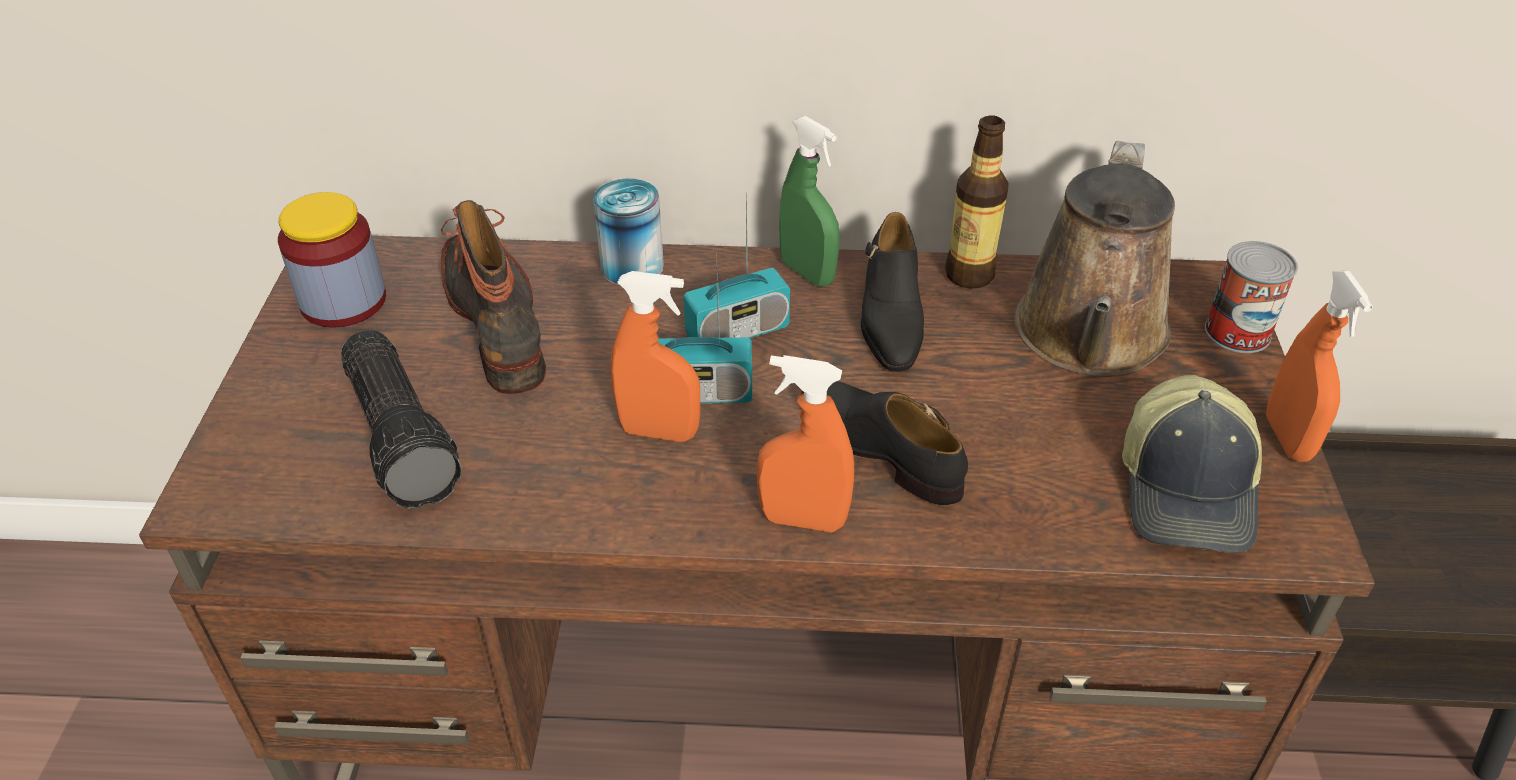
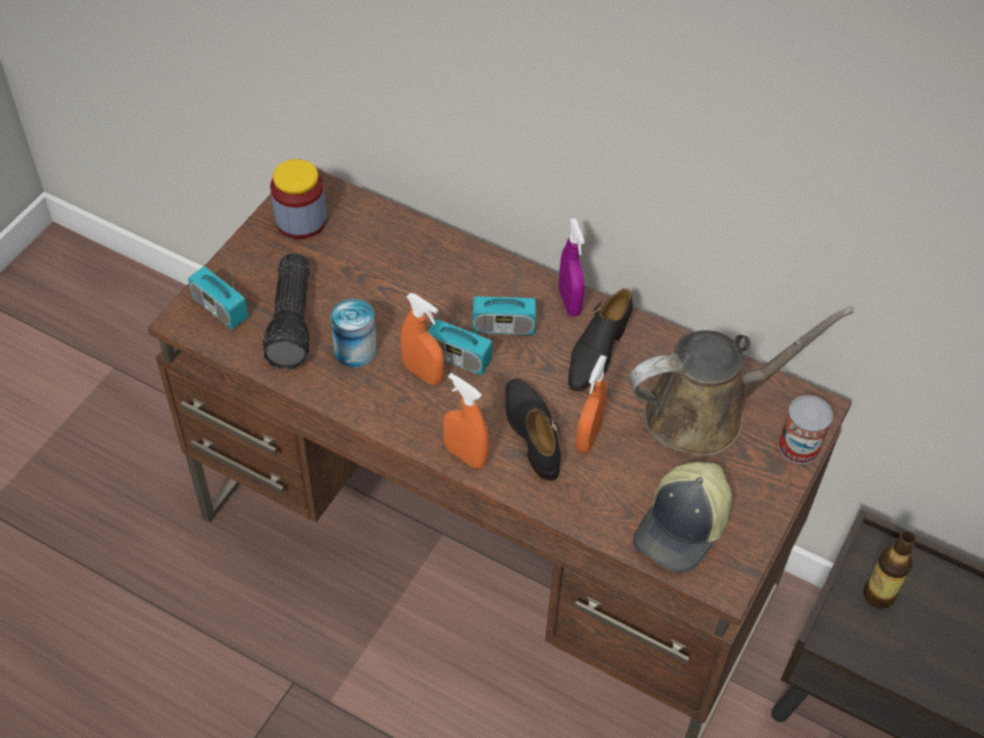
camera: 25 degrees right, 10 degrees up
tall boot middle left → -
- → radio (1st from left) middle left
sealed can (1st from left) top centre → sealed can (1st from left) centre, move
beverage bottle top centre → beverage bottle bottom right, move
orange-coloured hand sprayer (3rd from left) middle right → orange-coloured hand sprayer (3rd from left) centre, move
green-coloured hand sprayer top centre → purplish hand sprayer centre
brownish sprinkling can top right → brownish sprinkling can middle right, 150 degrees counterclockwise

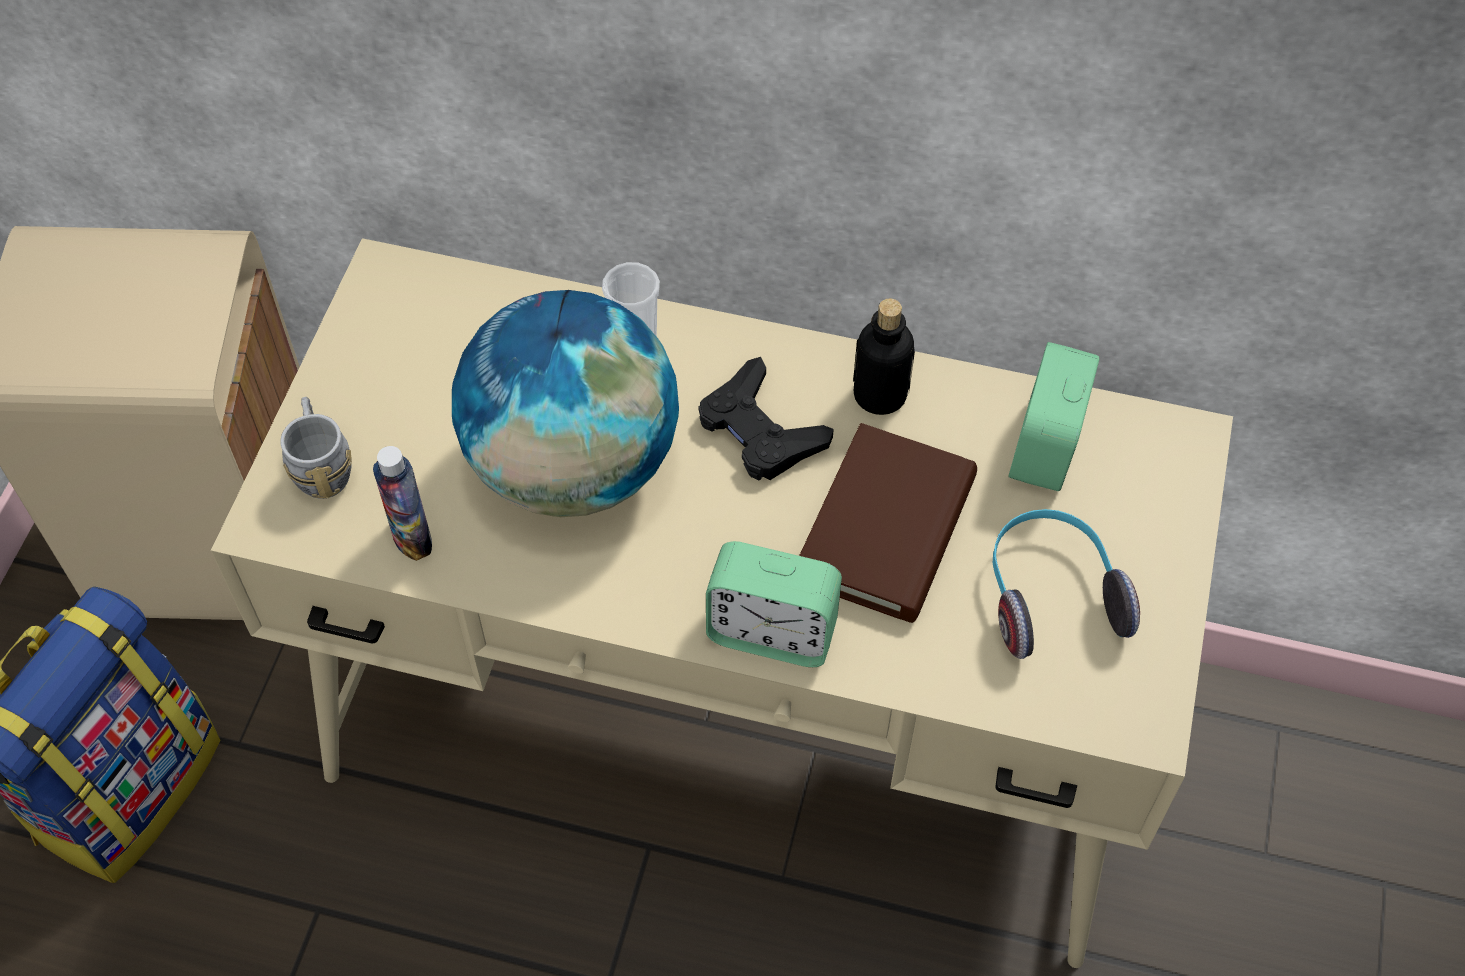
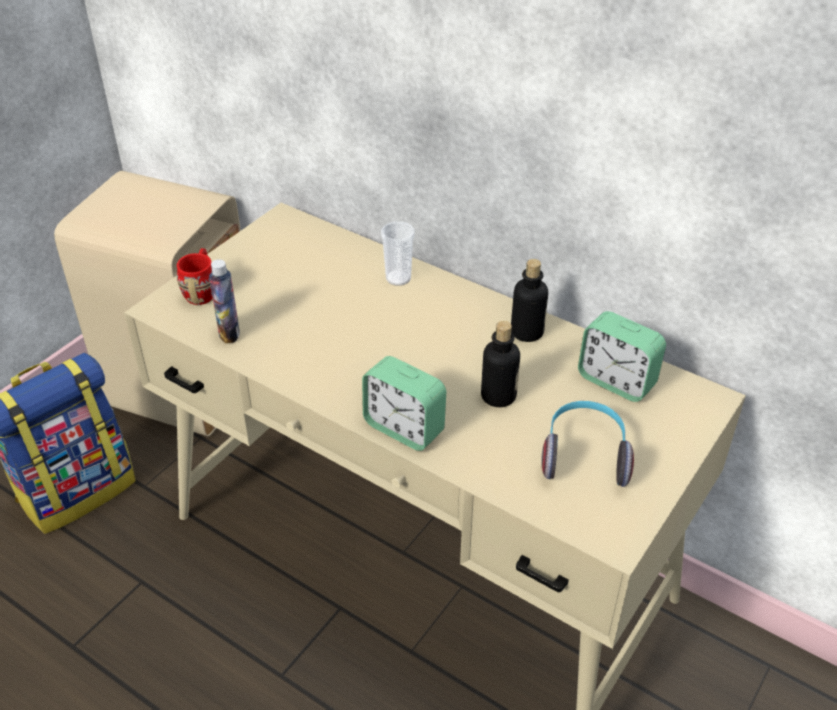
camera: 20 degrees right, 15 degrees down
world globe centre → -
black joypad centre → -
brownish volume centre → beverage bottle (2nd from left) centre
gray coffee mug middle left → red-coloured coffee mug middle left
alarm clock (2nd from left) middle right, 90 degrees counterclockwise

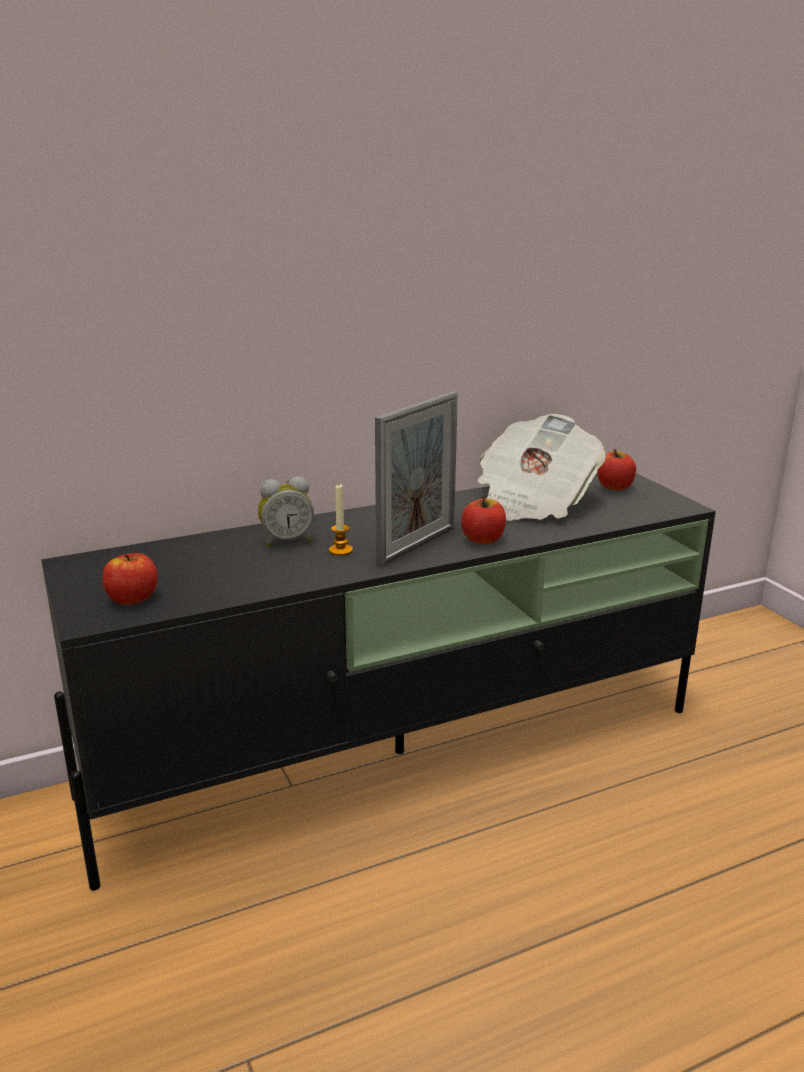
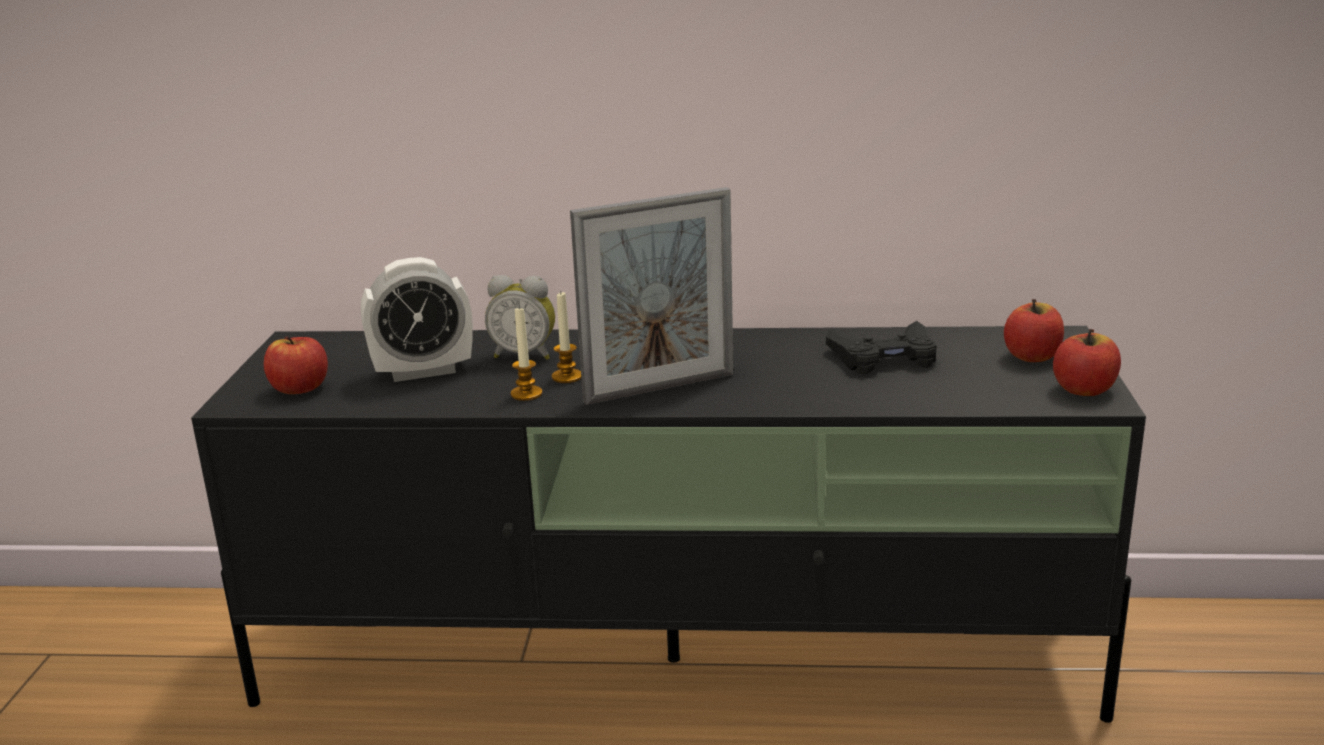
camera: 30 degrees right, 0 degrees up
- → alarm clock (1st from left) middle left
- → wax candle (1st from left) centre
whole apple (2nd from left in the first image) centre → whole apple (3rd from left) middle right, move
printed paper middle right → black joypad centre

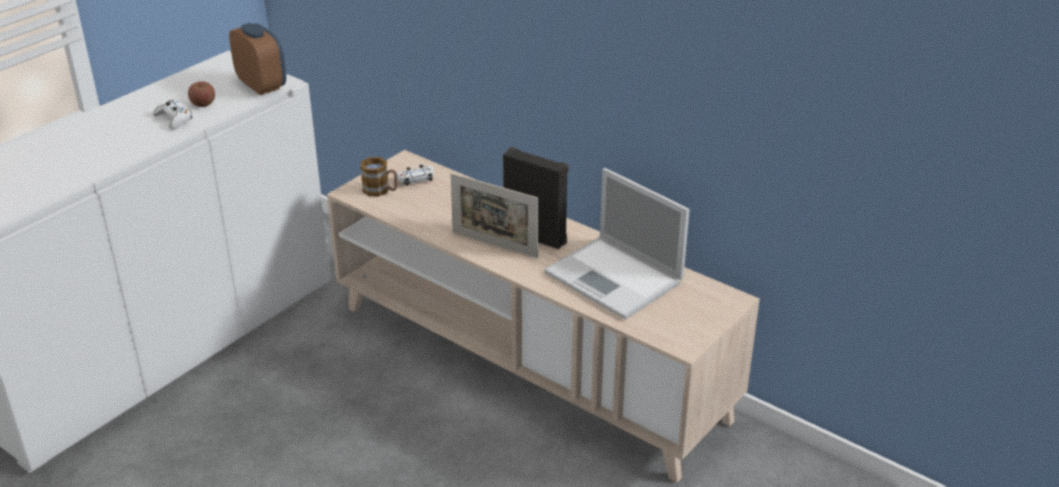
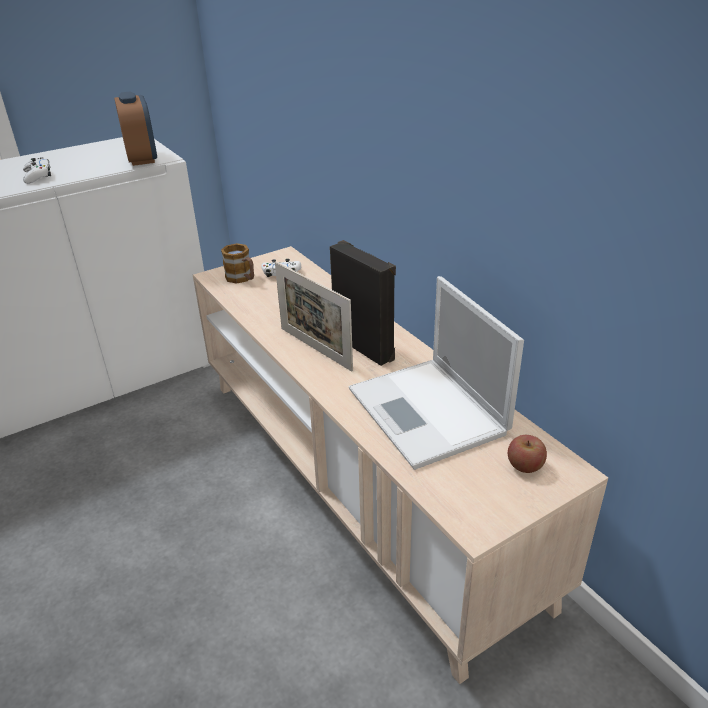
camera: 20 degrees right, 0 degrees up
whole apple top left → whole apple middle right, move

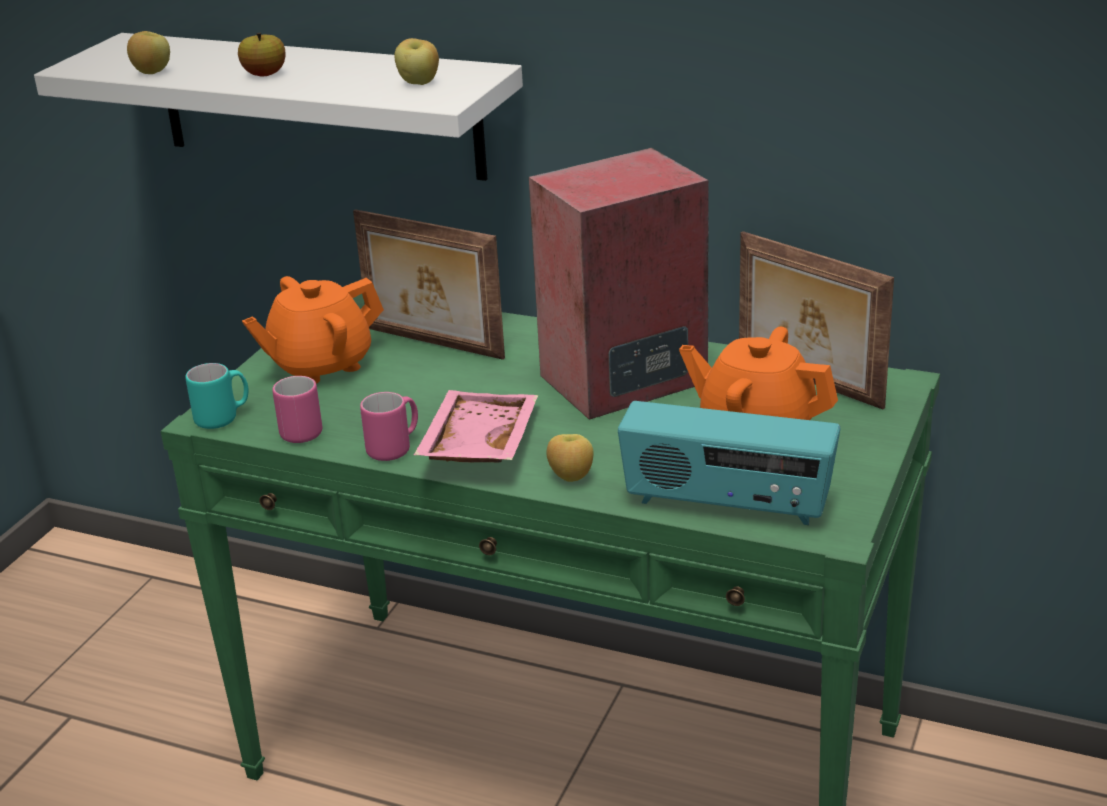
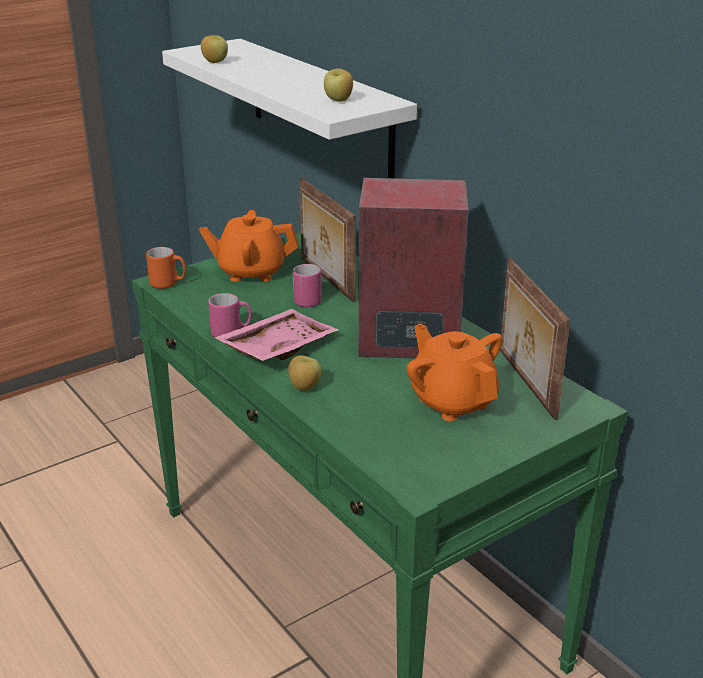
camera: 30 degrees right, 0 degrees up
whole apple (2nd from left) top left → -
radio centre → -
pinkish coffee mug (1st from left in the first image) middle left → pinkish coffee mug (2nd from left) centre, move
turquoise coffee mug middle left → orange-coloured coffee mug middle left

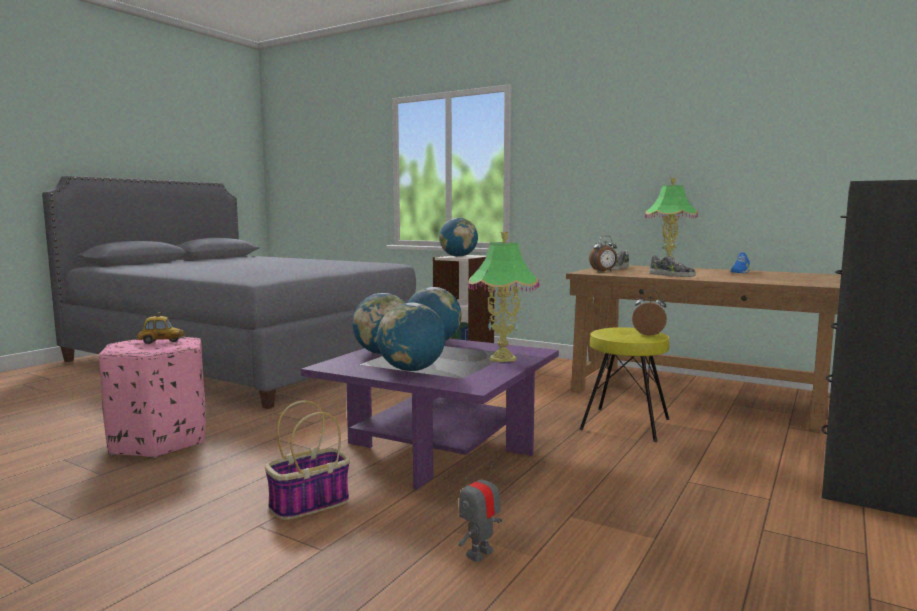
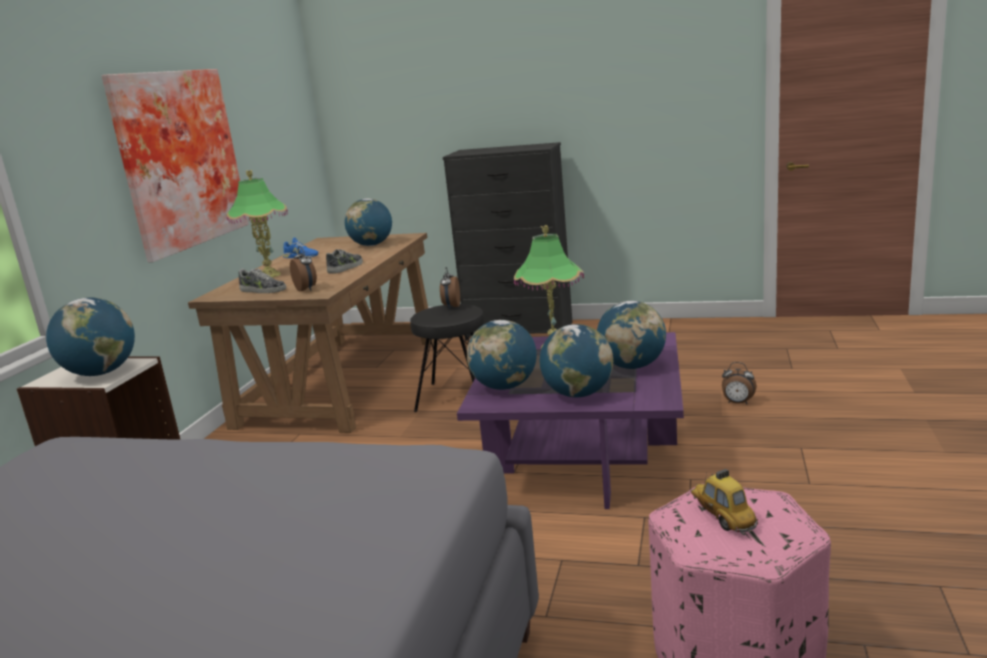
camera: 105 degrees left, 10 degrees up
storage basket bottom centre → -
- → wall picture top left
- → world globe (2nd from left) centre
robot figure bottom centre → alarm clock (3rd from left) middle right
yellowish stool seat middle right → black stool seat centre

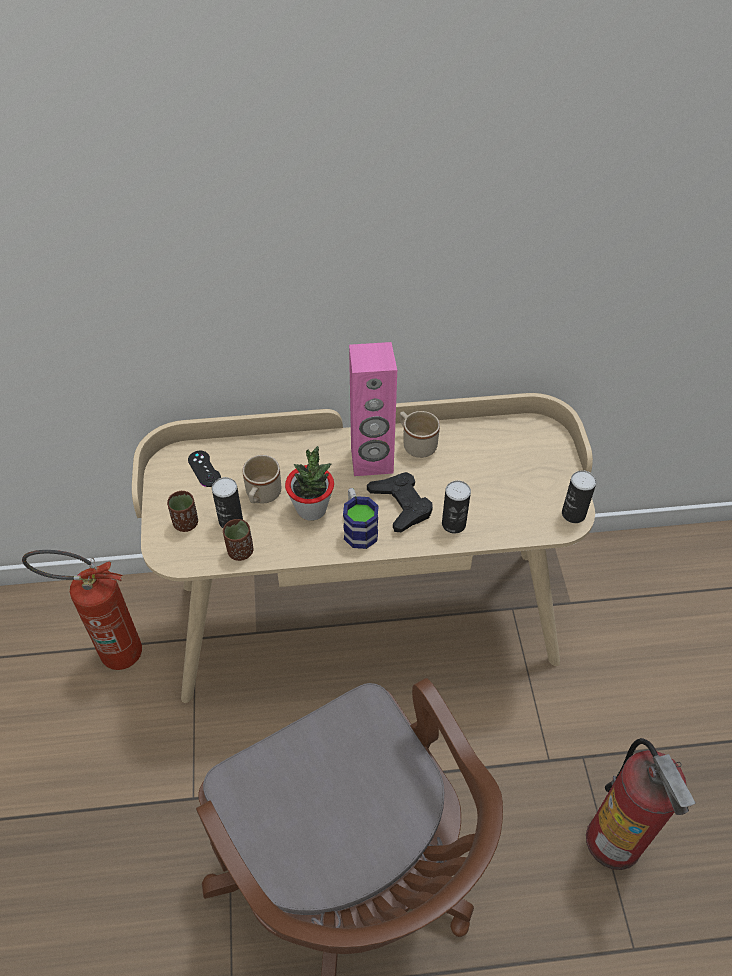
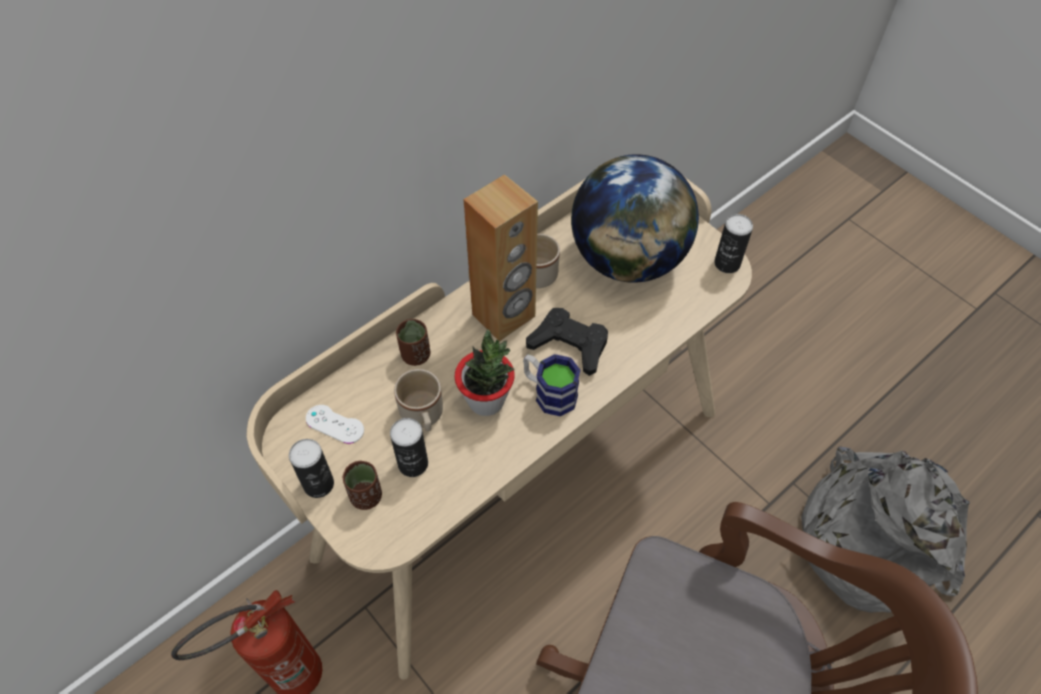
camera: 35 degrees left, 5 degrees up
- → world globe top centre
brownish cup (2nd from left) middle left → brownish cup (2nd from left) centre, move
sealed can (2nd from left in the first image) centre → sealed can (1st from left) bottom left, move
fire-fighting cylinder (2nd from left) bottom right → gray rucksack bottom right
black joypad (1st from left) middle left → white joypad middle left
pinkish speaker centre → brownish speaker centre

